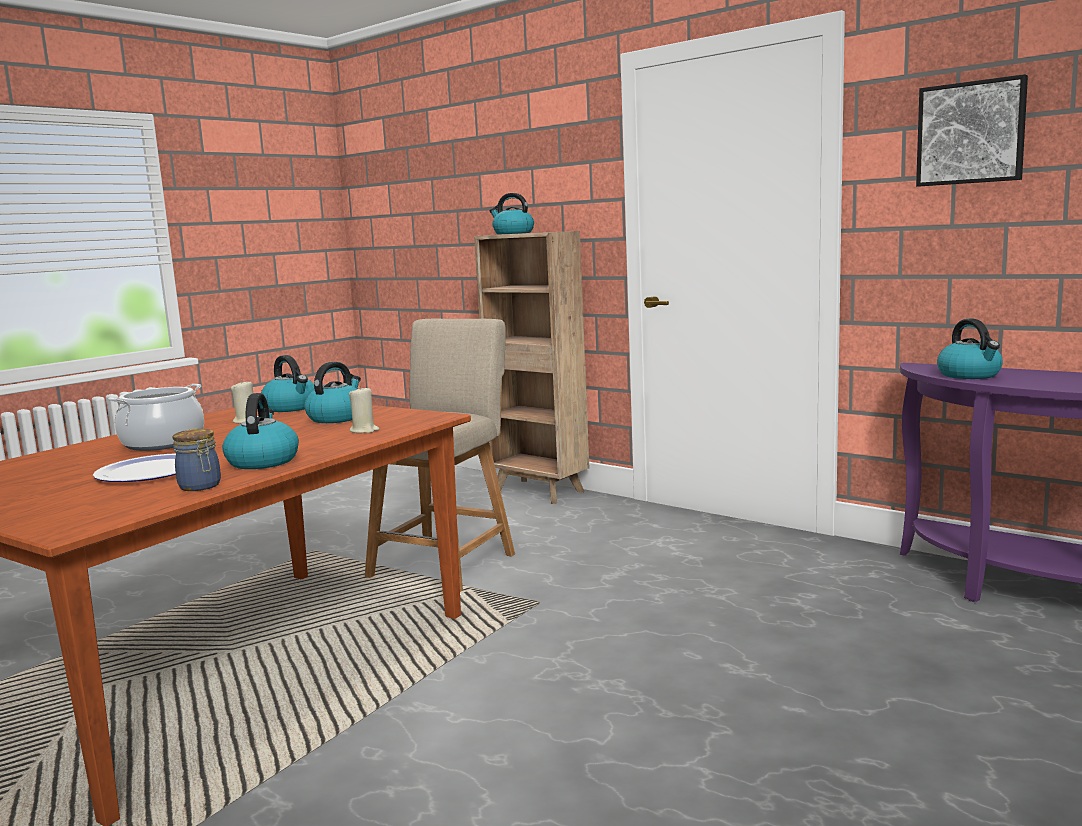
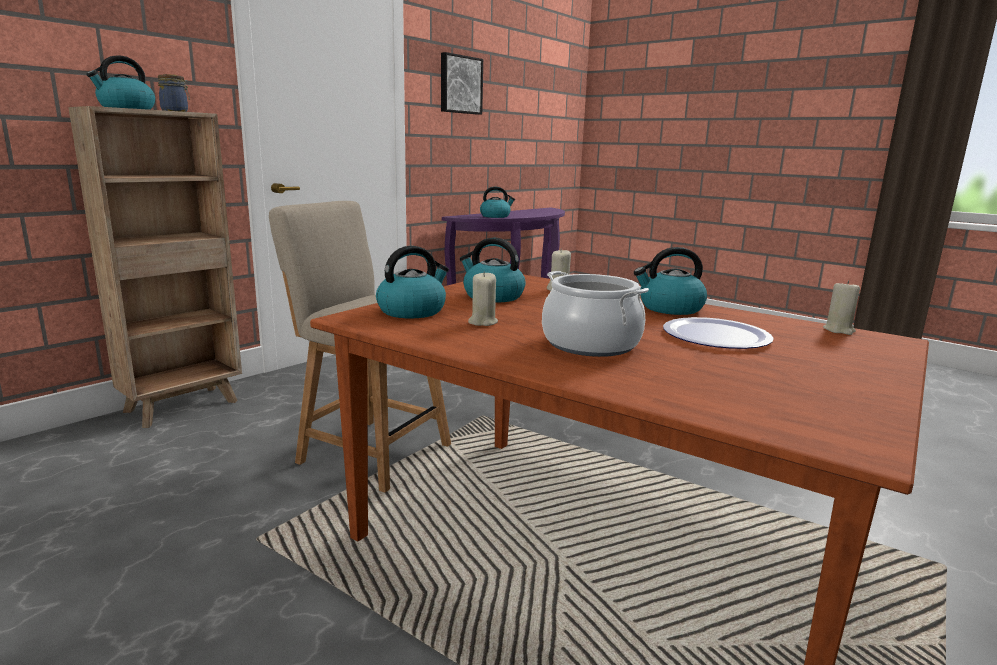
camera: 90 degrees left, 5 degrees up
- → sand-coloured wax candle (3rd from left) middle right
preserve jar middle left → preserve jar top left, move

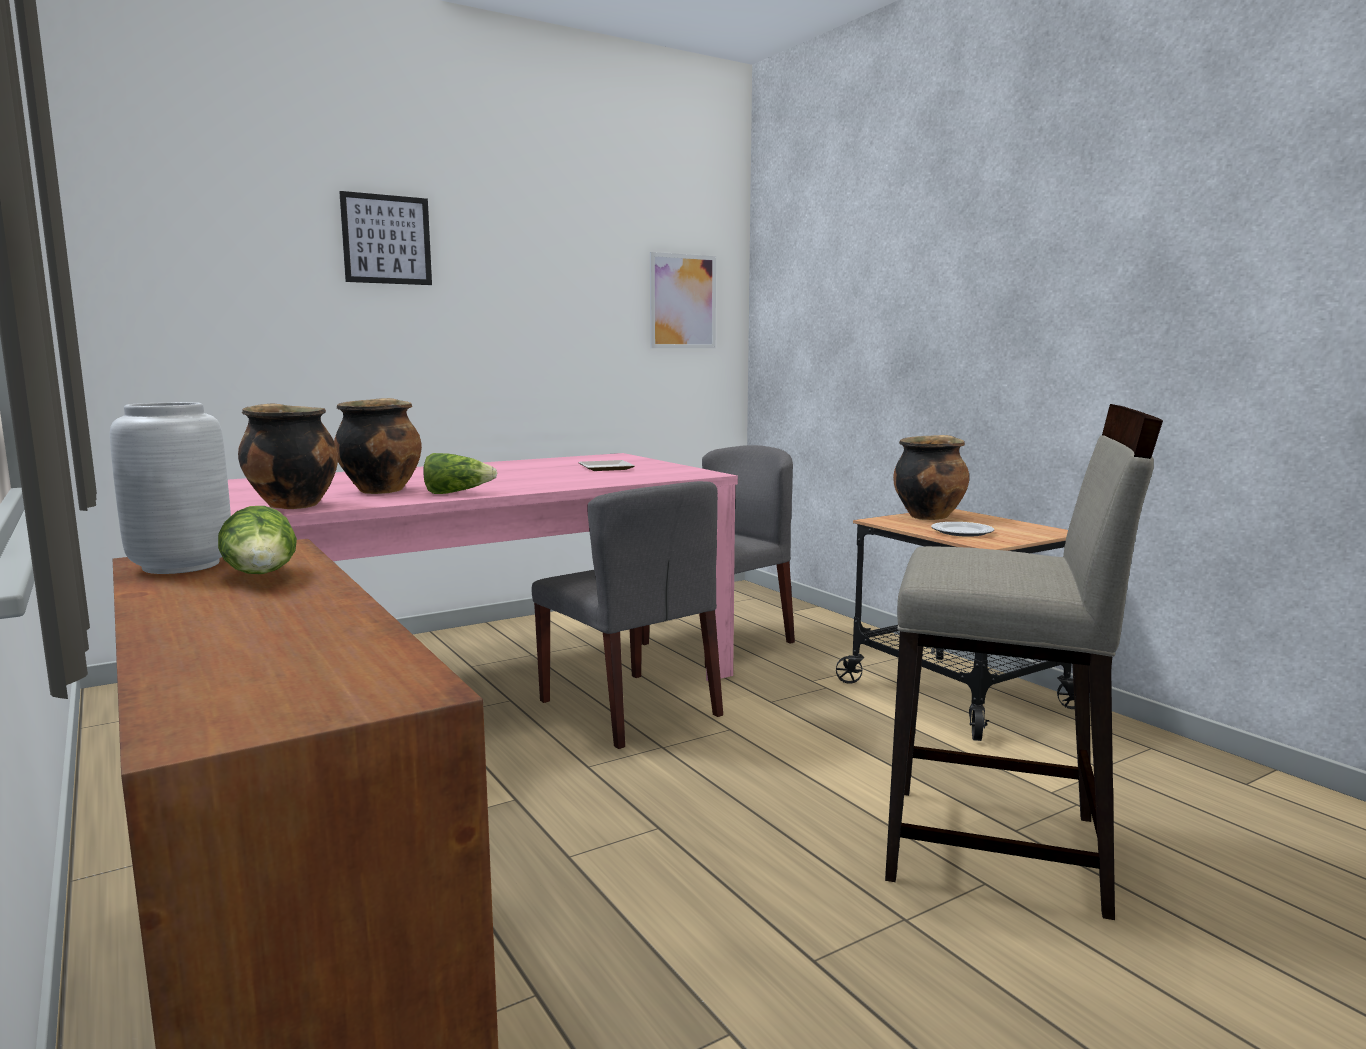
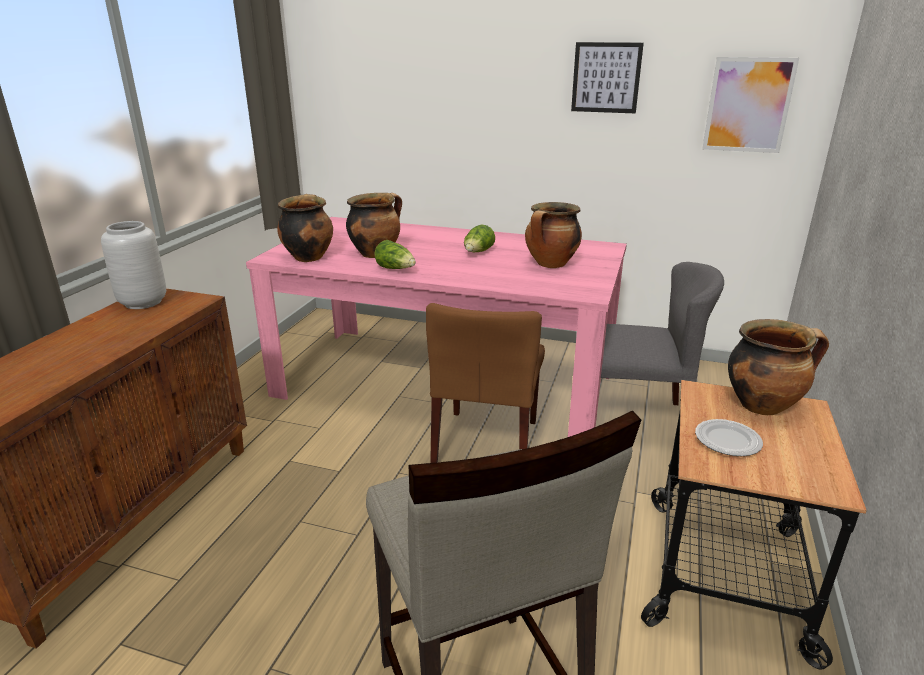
camera: 50 degrees right, 15 degrees up
head of lettuce (1st from left in the first image) middle left → head of lettuce (2nd from left) centre, move
wall picture (1st from left) top left → wall picture (1st from left) top centre, move
plate (1st from left) centre → stockpot (3rd from left) centre
gray plain chair (1st from left) centre → brownish plain chair centre

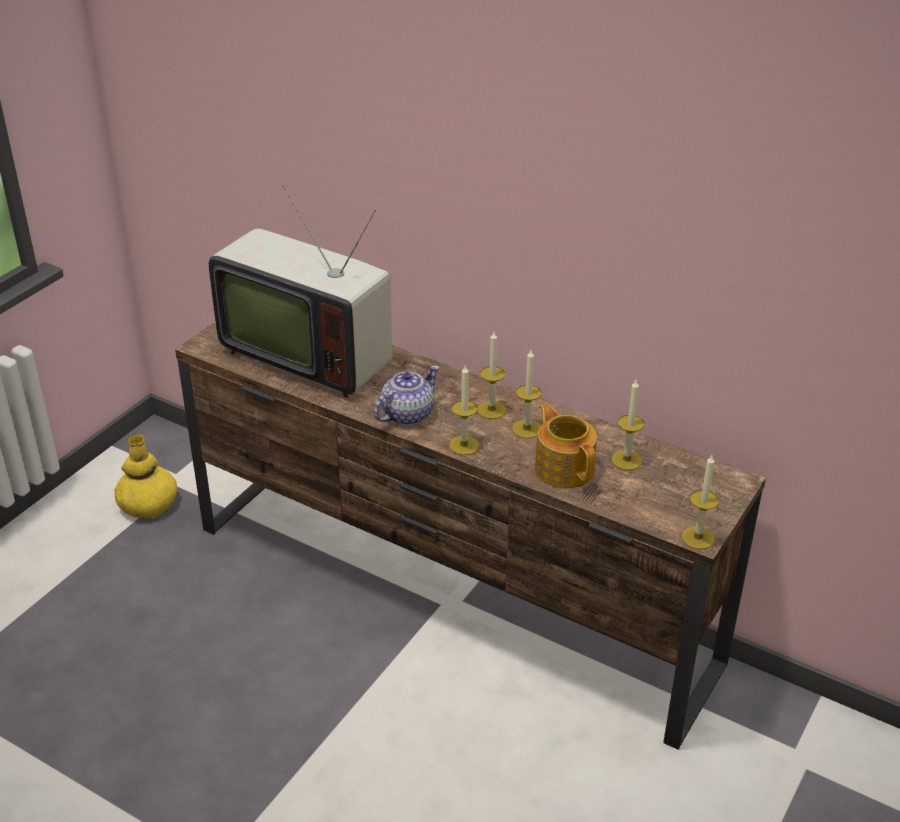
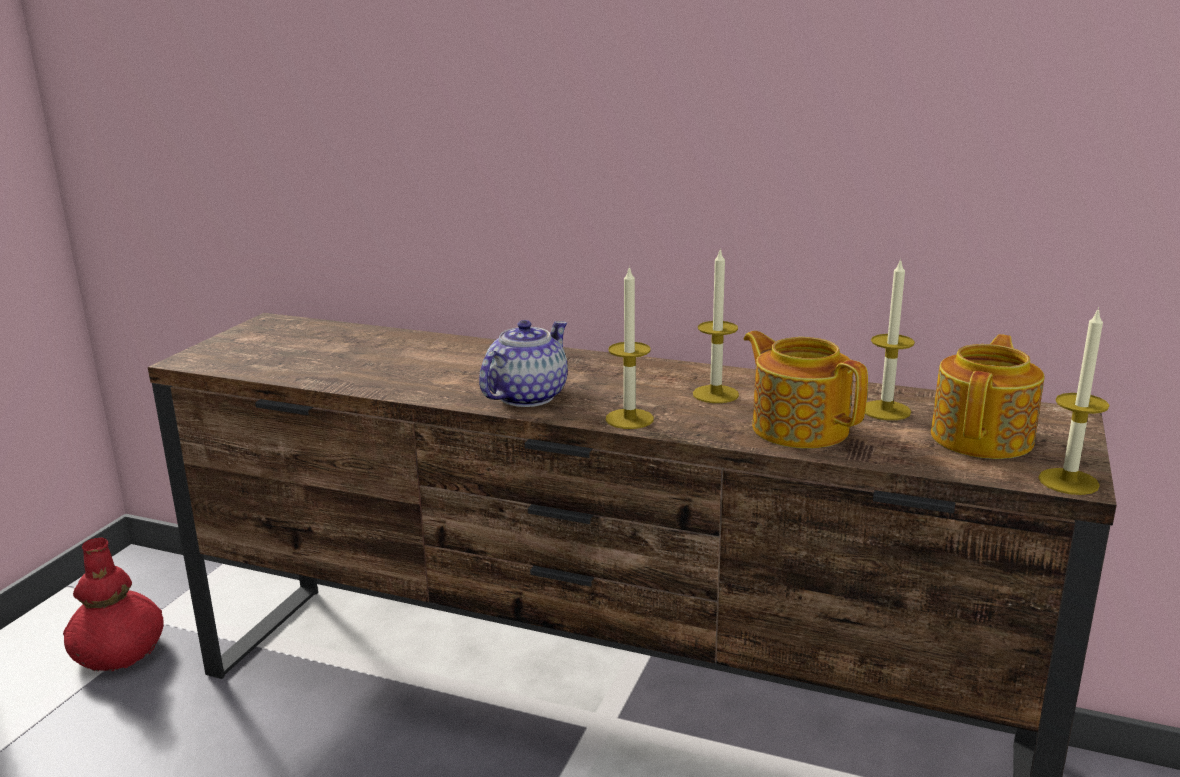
camera: 10 degrees left, 15 degrees down
television centre → -
wax candle (2nd from left) centre → -
- → teapot (3rd from left) middle right
yellowish flower vase middle left → red-coloured flower vase bottom left

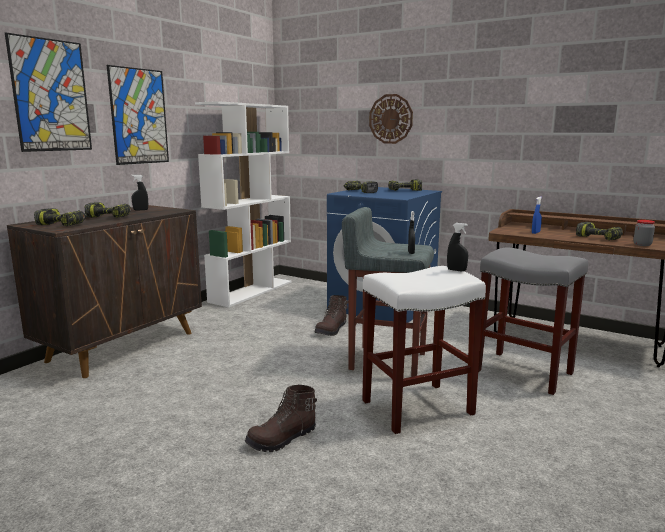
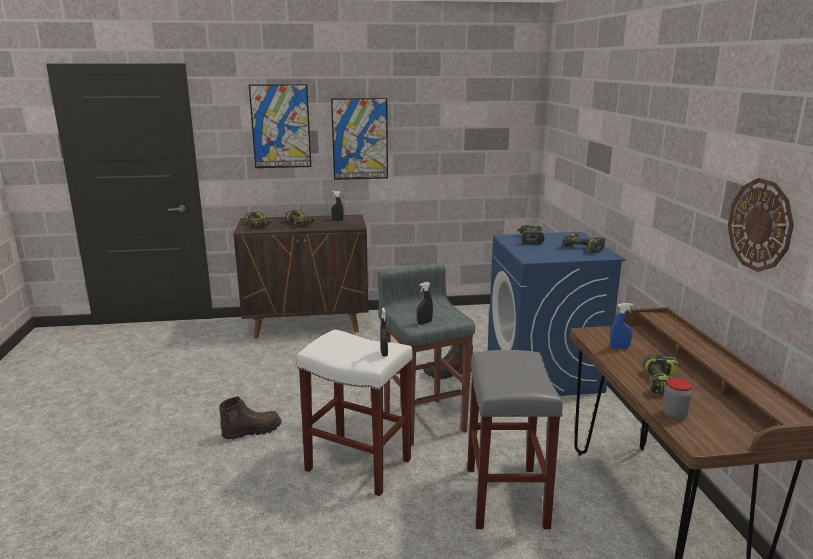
camera: 50 degrees right, 5 degrees up
white bookcase centre → -
clock on the wall top centre → clock on the wall middle right, move
brownish tall boot (1st from left) bottom centre → brownish tall boot (1st from left) bottom left, 135 degrees clockwise

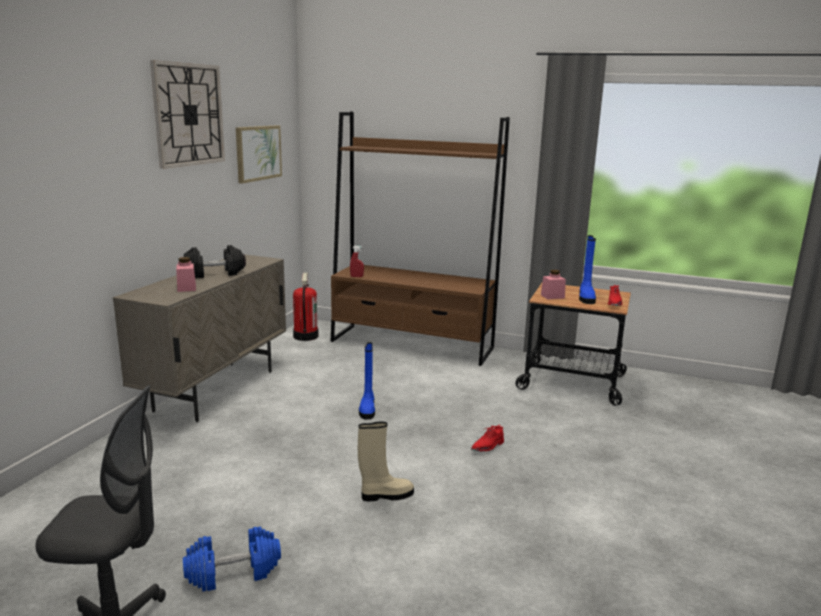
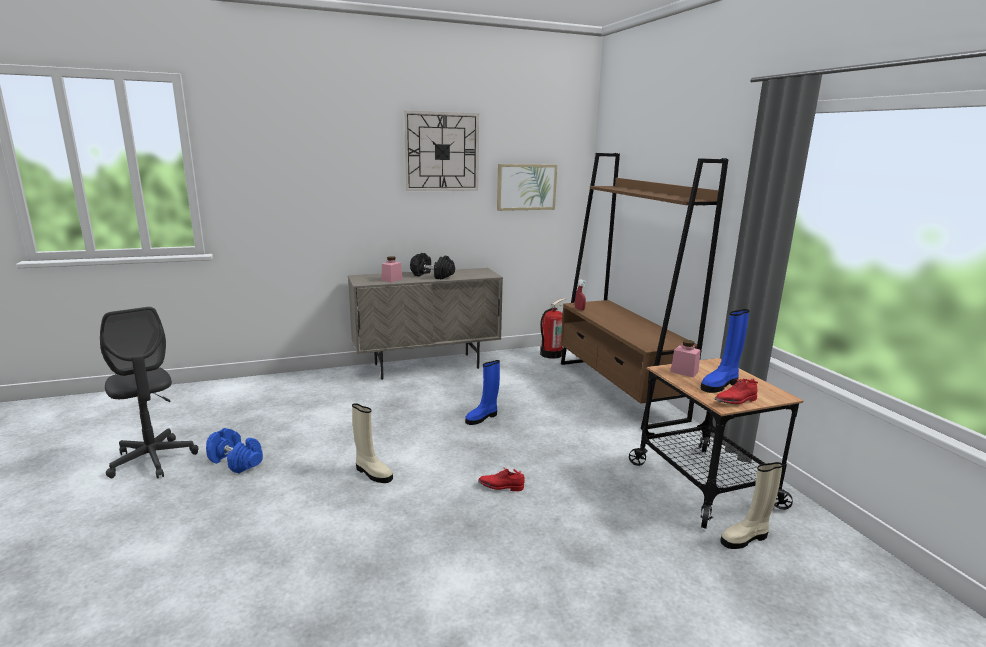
camera: 50 degrees right, 0 degrees up
- → sand-coloured tall boot (2nd from left) bottom right

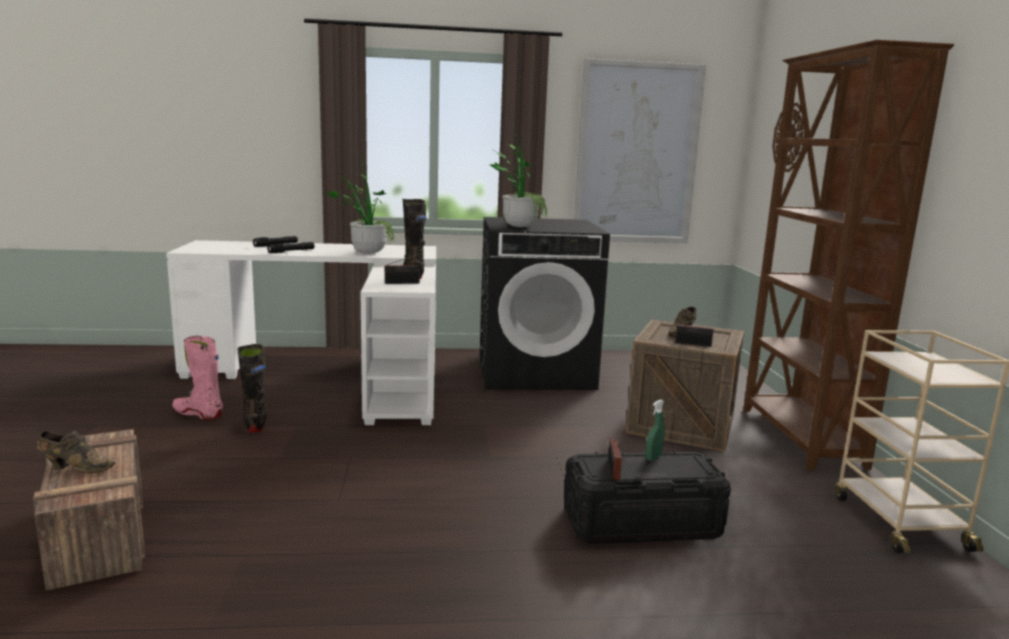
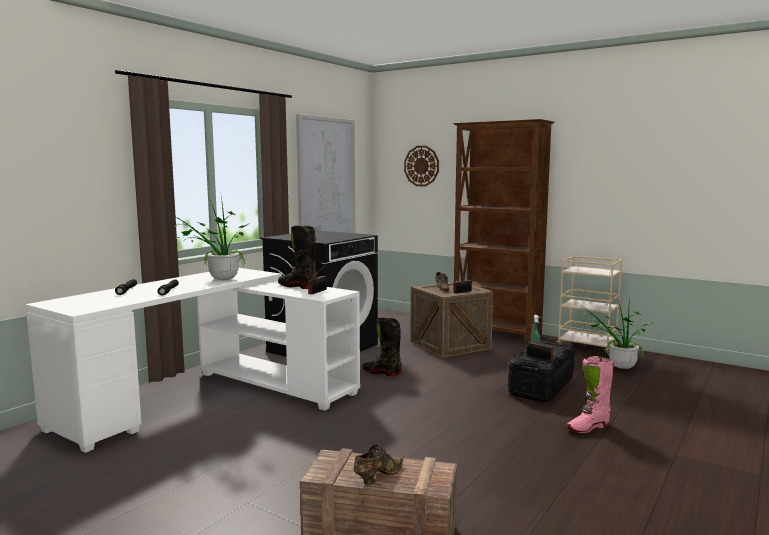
camera: 50 degrees left, 5 degrees down
pinkish tall boot middle left → pinkish tall boot bottom right, move
black tall boot (1st from left in the first image) middle left → black tall boot (2nd from left) centre, move
houseplant (2nd from left) top centre → houseplant (2nd from left) middle right, move

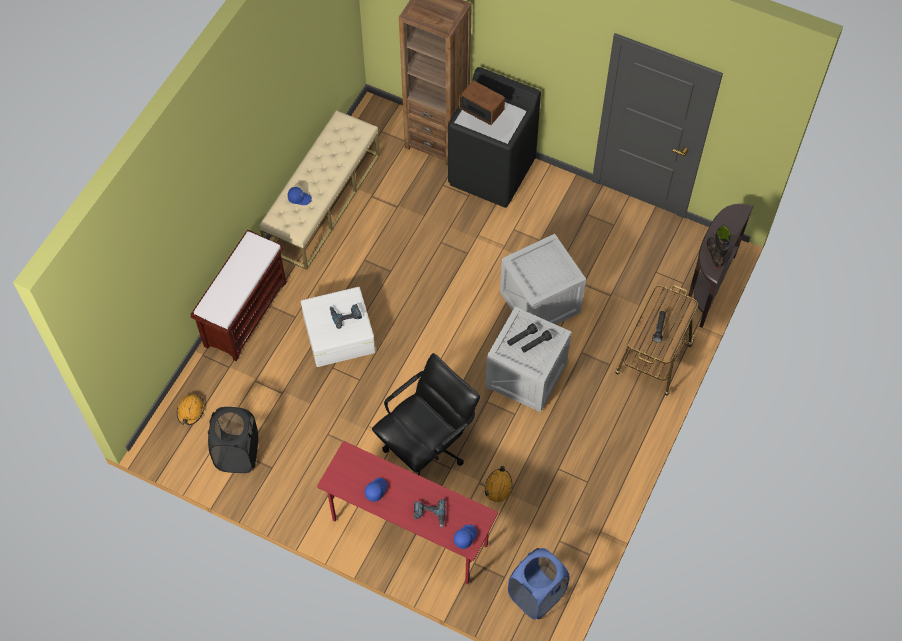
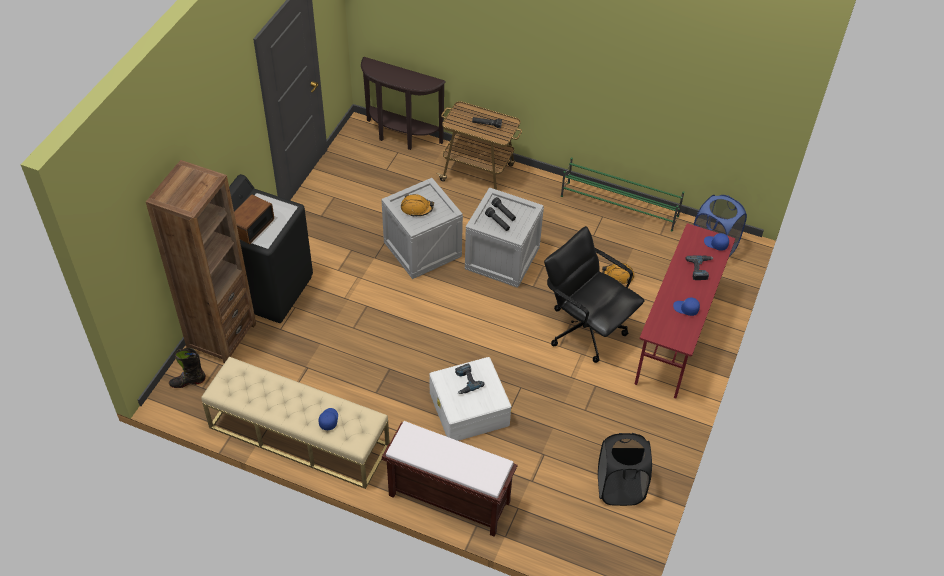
camera: 95 degrees left, 10 degrees down
- → green-coloured shoe rack centre
orange-coloured hard hat (1st from left) middle left → orange-coloured hard hat (1st from left) centre, move
black tall boot middle right → black tall boot middle left, move

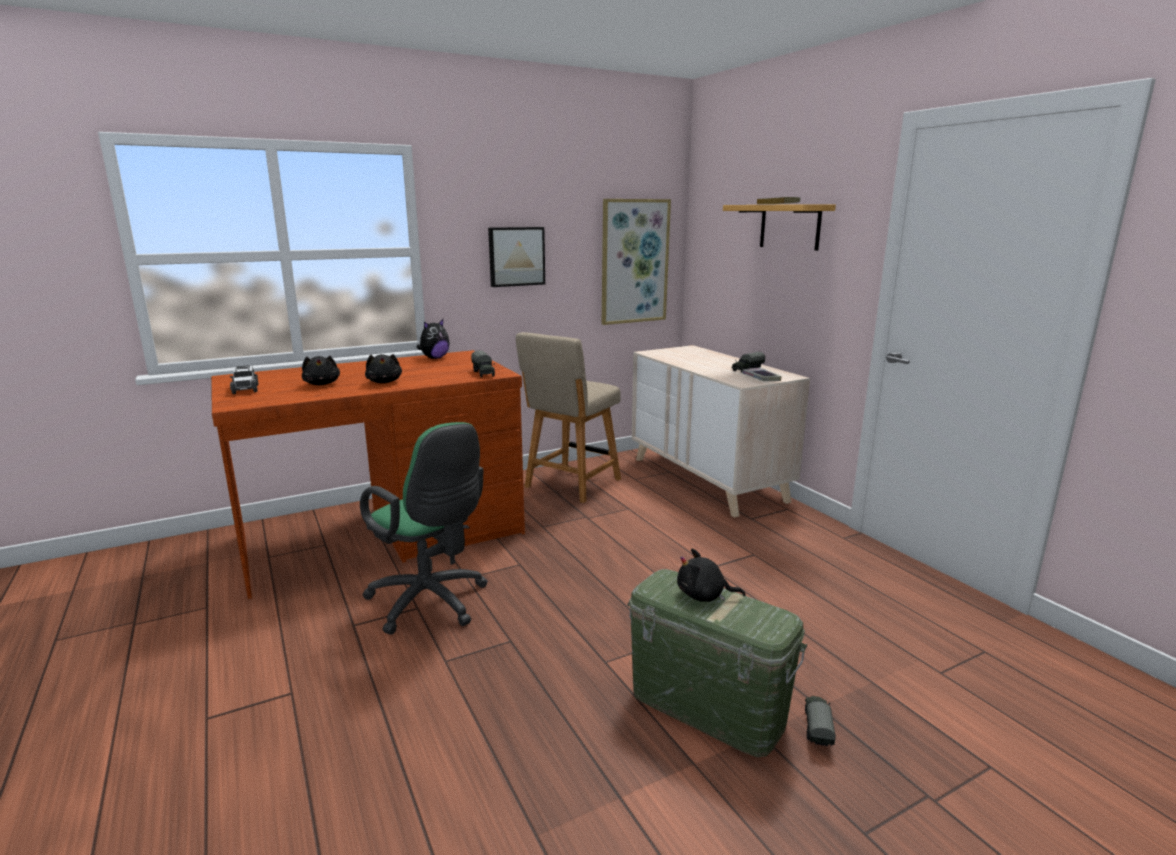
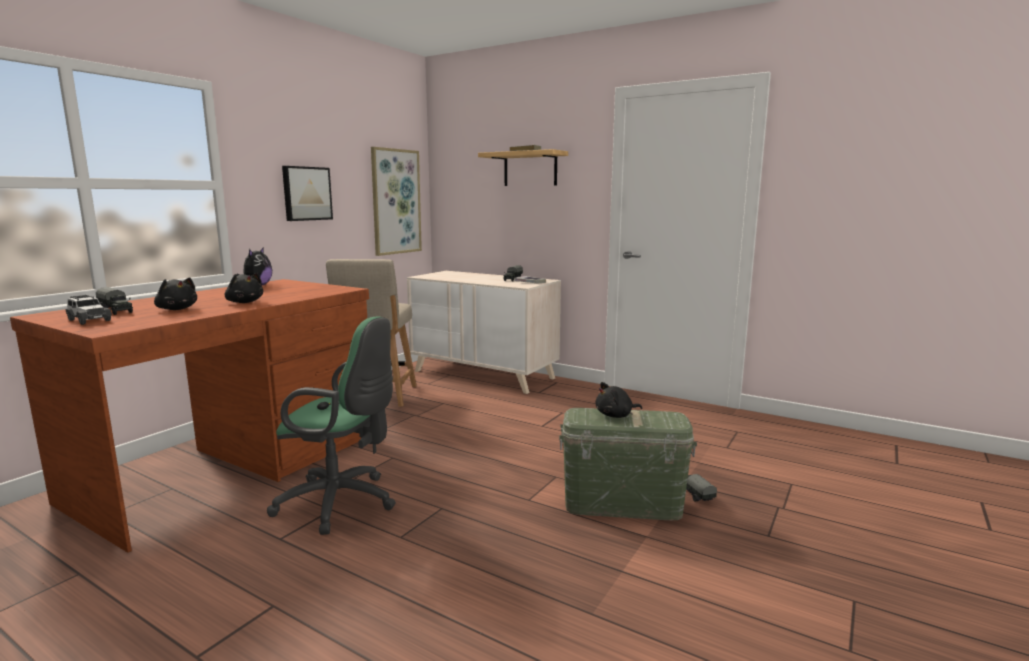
camera: 30 degrees left, 5 degrees down
model truck (1st from left) centre → model truck (1st from left) middle left, move

